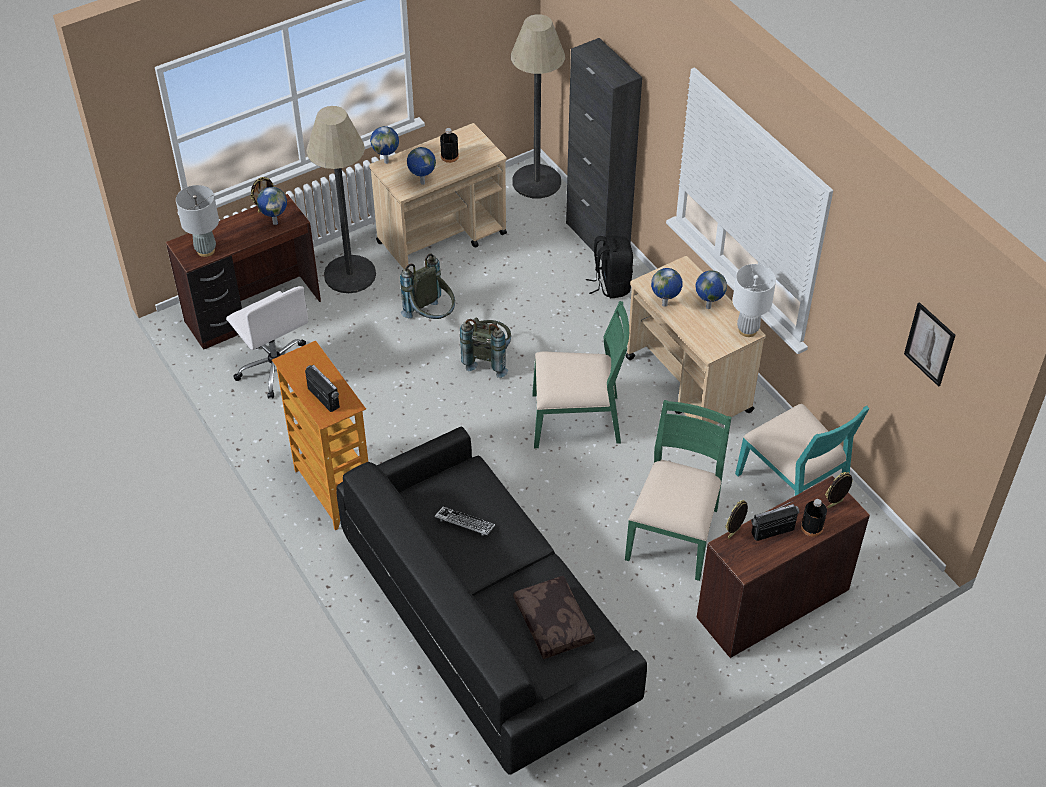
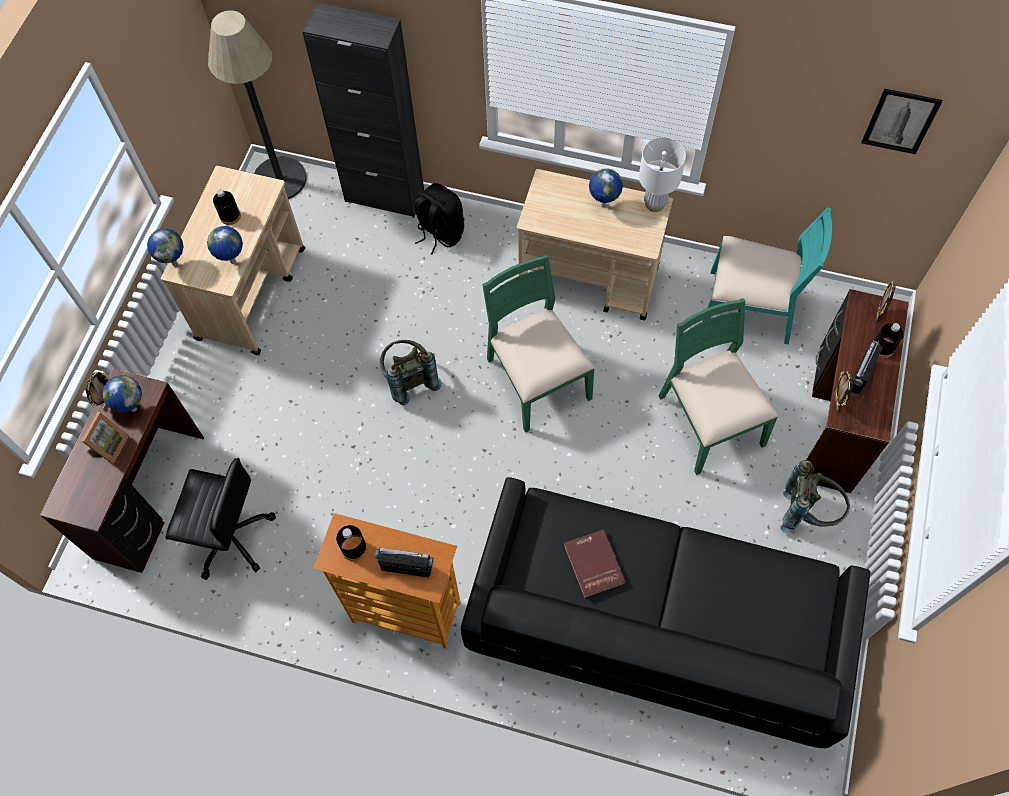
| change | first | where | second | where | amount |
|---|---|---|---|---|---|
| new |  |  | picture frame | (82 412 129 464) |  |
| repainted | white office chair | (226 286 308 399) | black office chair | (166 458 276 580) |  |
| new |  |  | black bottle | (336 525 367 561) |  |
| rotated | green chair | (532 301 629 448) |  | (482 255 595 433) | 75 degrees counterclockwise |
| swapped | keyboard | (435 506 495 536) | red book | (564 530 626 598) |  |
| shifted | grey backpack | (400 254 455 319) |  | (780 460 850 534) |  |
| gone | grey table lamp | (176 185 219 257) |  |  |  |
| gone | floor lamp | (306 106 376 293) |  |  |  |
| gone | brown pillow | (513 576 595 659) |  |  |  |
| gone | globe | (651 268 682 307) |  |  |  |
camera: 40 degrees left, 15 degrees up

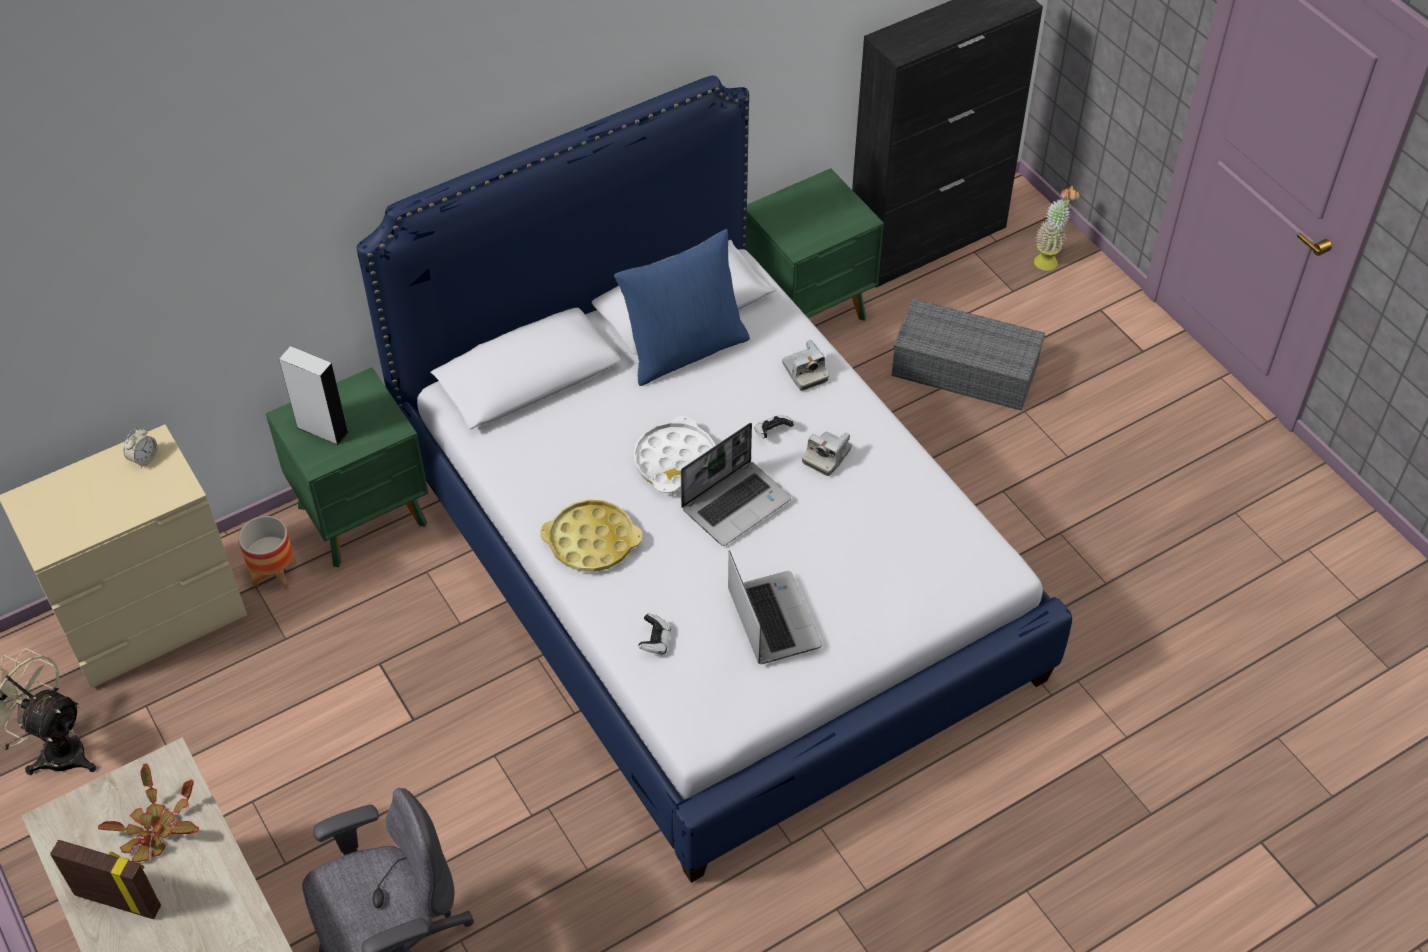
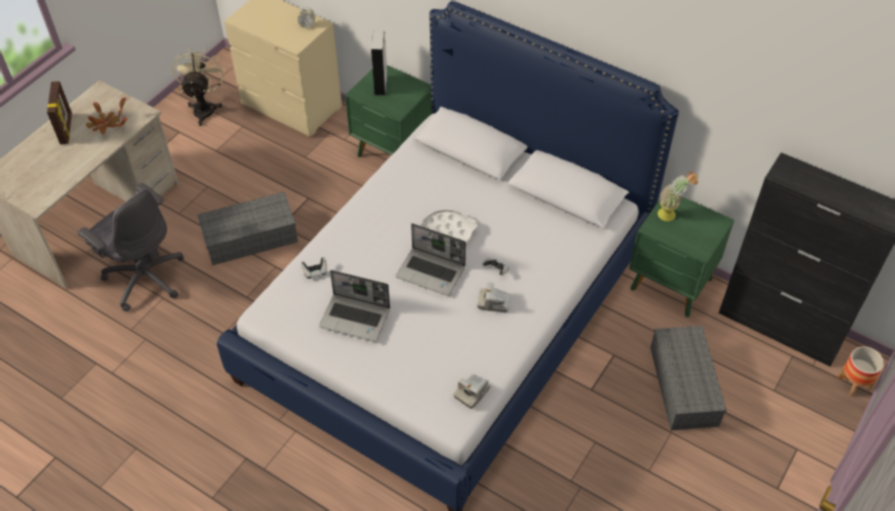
| change | first | where | second | where | amount |
|---|---|---|---|---|---|
| new |  |  | grey storage box | (197 192 298 265) |  |
| rotated | laptop | (728 550 822 664) |  | (319 270 390 342) | 60 degrees clockwise |
| shifted | photo camera | (782 340 829 391) |  | (453 374 490 409) |  |
| shifted | potted plant | (1034 185 1079 271) |  | (658 172 698 221) |  |
| shifted | planter | (238 516 297 590) |  | (838 347 884 396) |  |
| gone | yellow tray | (541 500 642 572) |  |  |  |
| gone | blue pillow | (614 229 750 386) |  |  |  |
camera: 65 degrees right, 0 degrees up

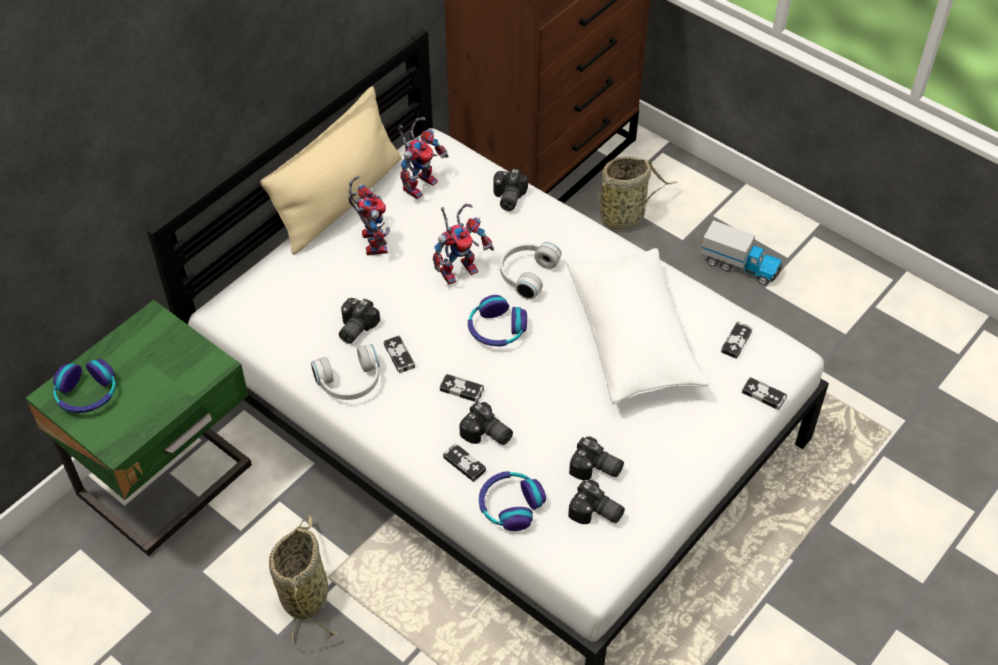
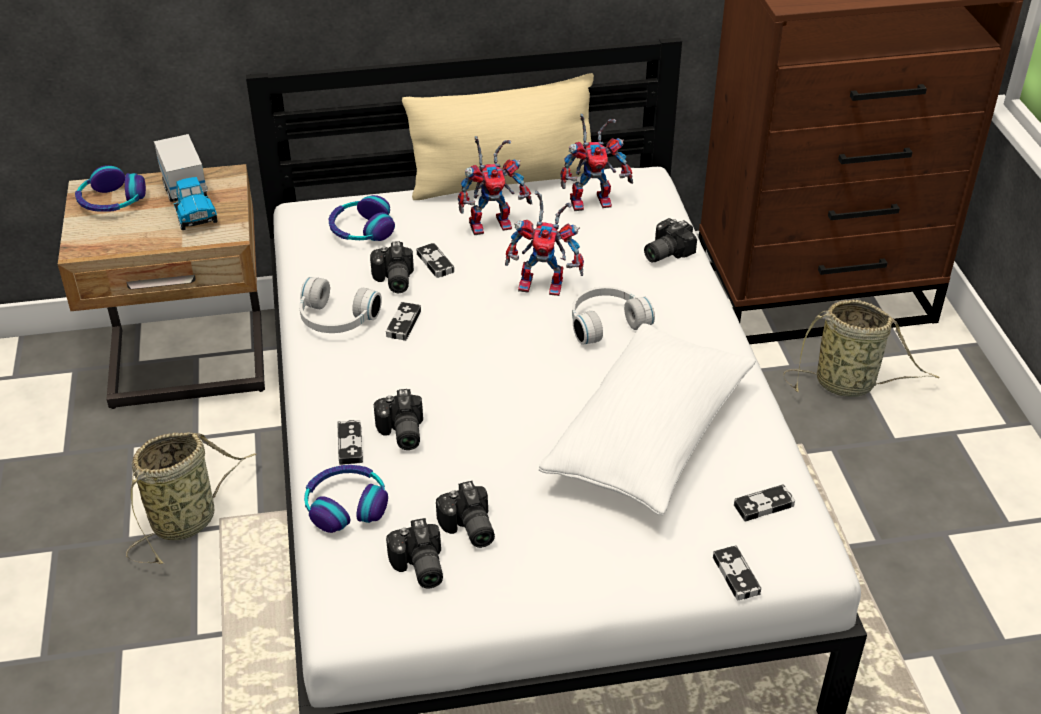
| change | first | where | second | where | amount |
|---|---|---|---|---|---|
| repainted | green nightstand | (26 300 252 556) | beige nightstand | (58 164 265 409) |  |
| shifted | toy truck | (701 220 782 285) |  | (154 134 217 230) |  |
| shifted | headphones | (468 295 527 346) |  | (329 195 395 241) |  |
| rotated | photo camera | (339 298 380 344) |  | (370 241 414 293) | 75 degrees counterclockwise |
| shifted | game controller | (440 374 484 402) |  | (417 243 454 278) |  |
| rotated | toy robot | (348 176 390 256) |  | (458 136 532 235) | 45 degrees clockwise |
camera: 40 degrees right, 10 degrees down

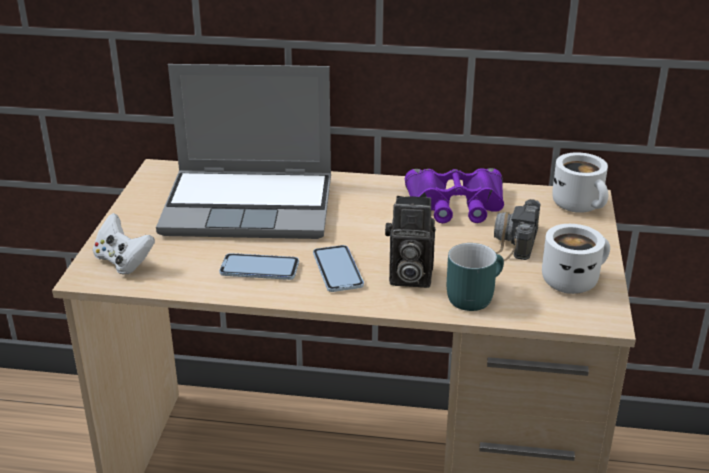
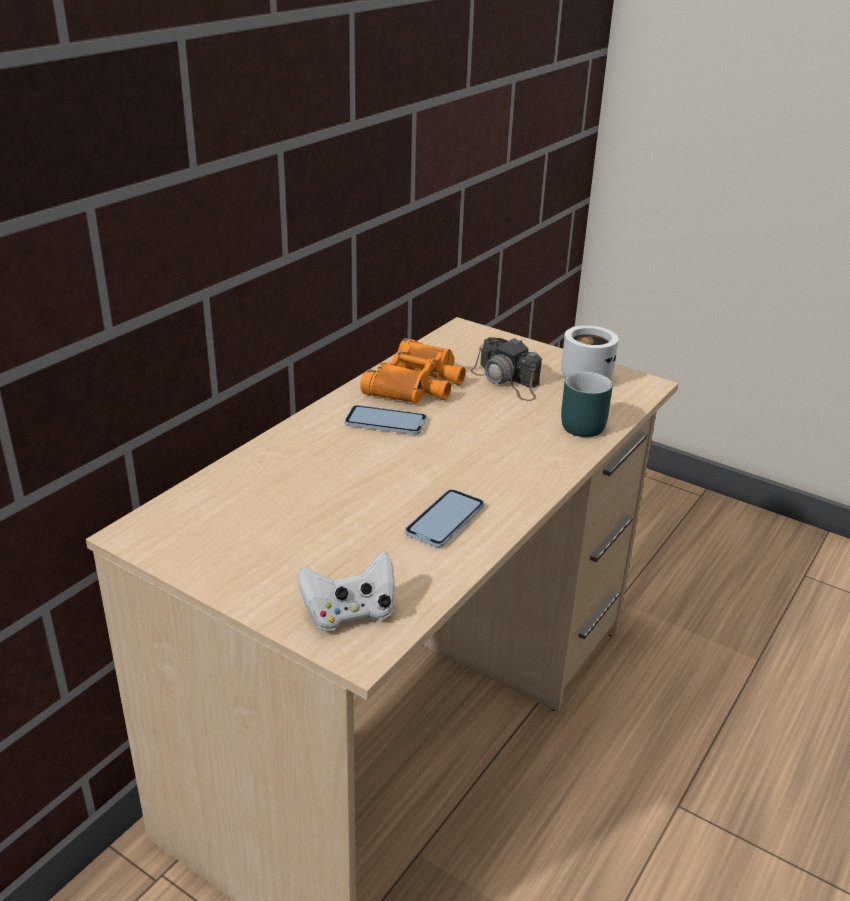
| change | first | where | second | where | amount |
|---|---|---|---|---|---|
| shifted | phone | (313 245 364 292) |  | (345 405 427 435) |  |
| repainted | purple binoculars | (405 168 504 223) | orange binoculars | (360 338 465 404) |  |
| gone | laptop | (156 64 331 239) |  |  |  |
| gone | photo camera | (385 196 436 288) |  |  |  |
| gone | white mug | (552 152 608 213) |  |  |  |
camera: 65 degrees left, 0 degrees up

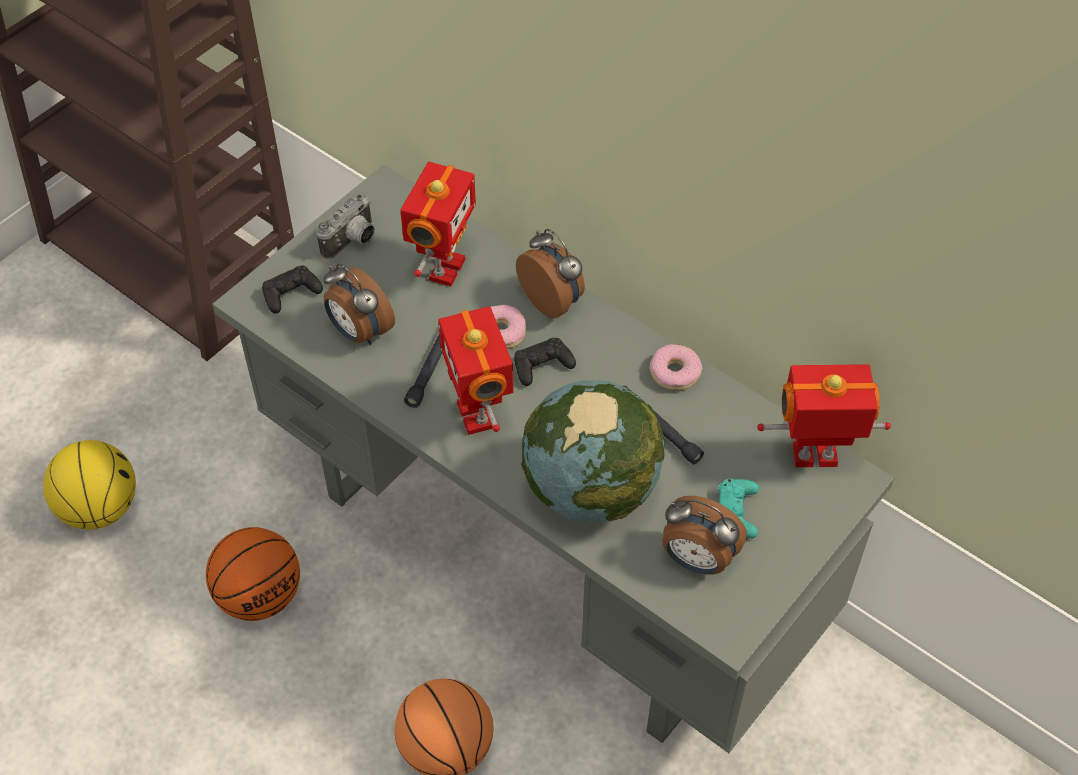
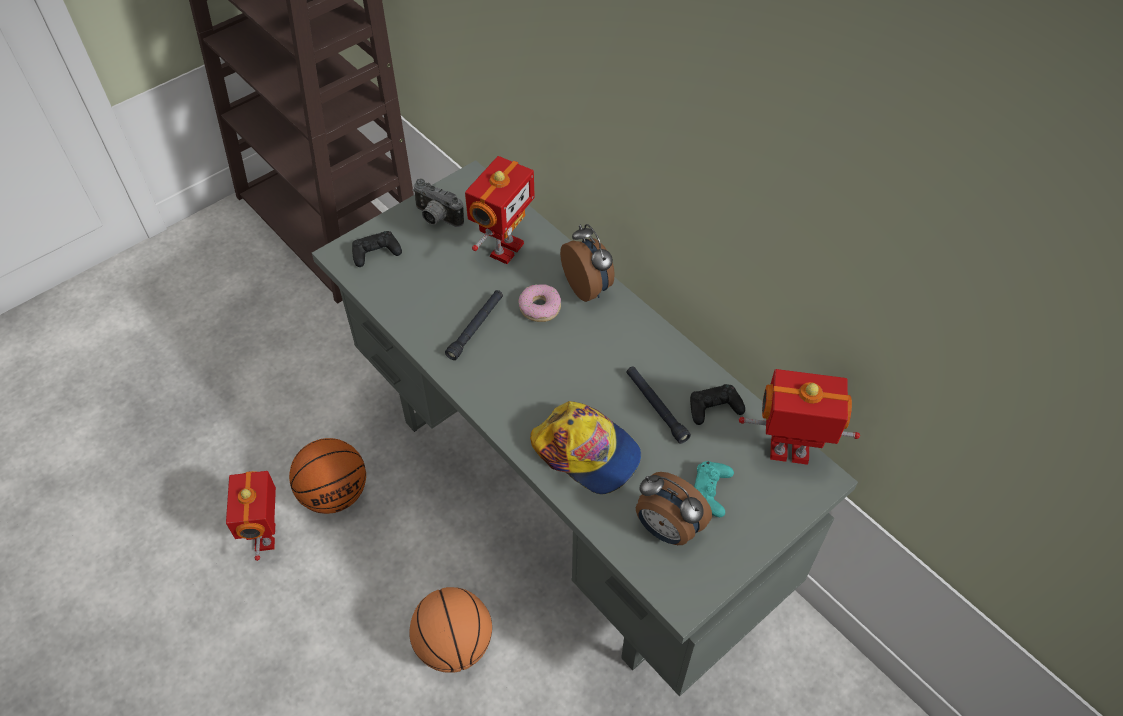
| change | first | where | second | where | amount |
|---|---|---|---|---|---|
| shifted | toy robot | (438 306 513 435) |  | (226 471 276 561) |  |
| rotated | photo camera | (316 194 375 259) |  | (412 178 464 227) | 75 degrees clockwise |
| swapped | globe | (521 381 664 522) | cap | (530 401 641 494) |  |
| shifted | black game controller | (514 338 576 386) |  | (690 384 745 425) |  |
| gone | basketball | (43 440 136 530) |  |  |  |
| gone | alarm clock | (323 264 395 345) |  |  |  |
| gone | donut | (650 344 702 390) |  |  |  |
camera: 10 degrees right, 0 degrees up

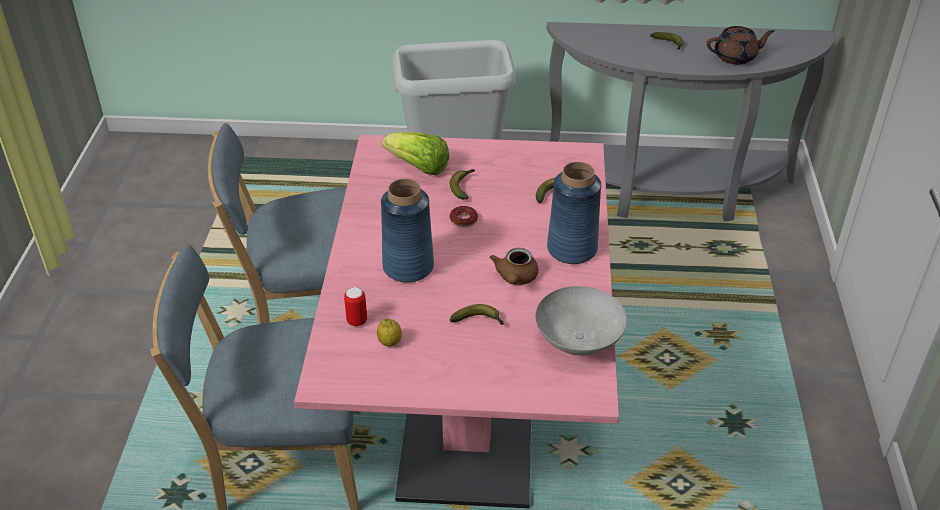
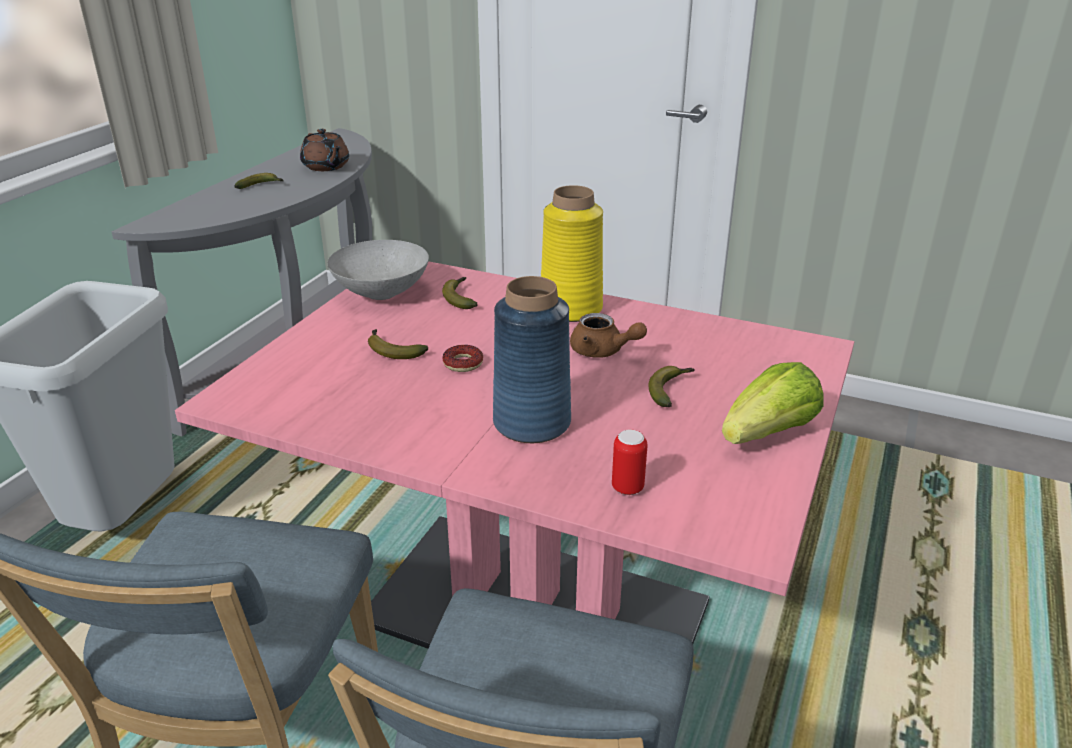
| change | first | where | second | where | amount |
|---|---|---|---|---|---|
| rotated | brown teapot | (707 26 775 65) |  | (300 129 349 171) | 135 degrees clockwise |
| shifted | grey bowl | (536 286 627 356) |  | (327 240 429 300) |  |
| repainted | blue vase | (547 162 601 264) | yellow vase | (541 185 603 322) |  |
| shifted | lettuce | (382 132 449 175) |  | (722 362 824 444) |  |
| gone | lemon | (377 318 402 346) |  |  |  |
camera: 70 degrees left, 10 degrees down

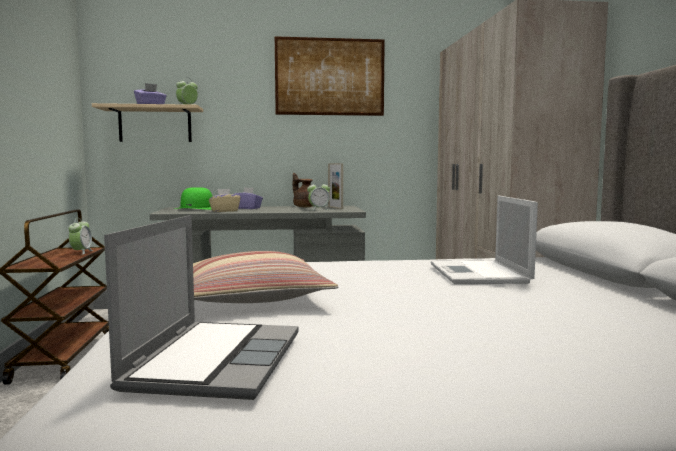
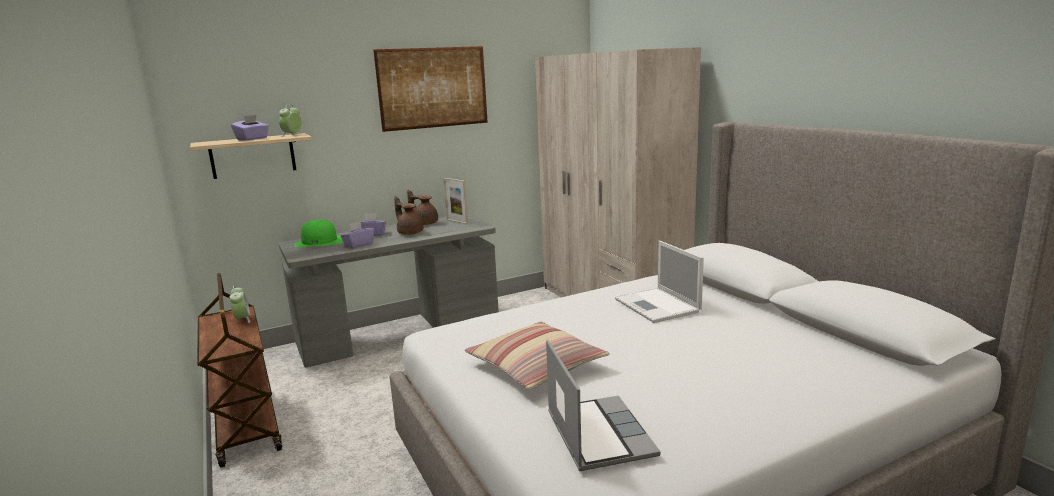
| change | first | where | second | where | amount |
|---|---|---|---|---|---|
| repainted | beige tissue box | (209 189 241 212) | purple tissue box | (341 222 374 248) |  |
| new |  |  | brown teapot | (394 196 423 235) |  |
| gone | alarm clock | (307 181 330 210) |  |  |  |
camera: 20 degrees left, 10 degrees up

